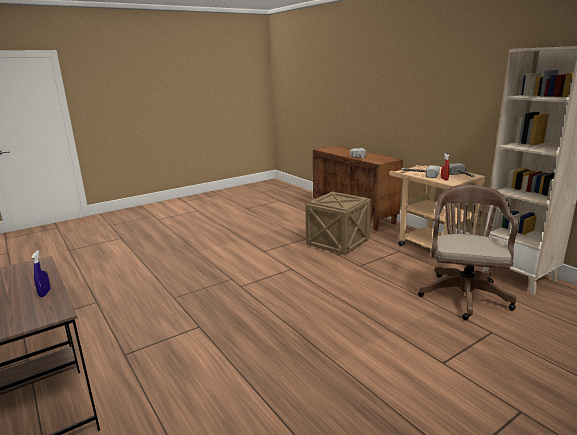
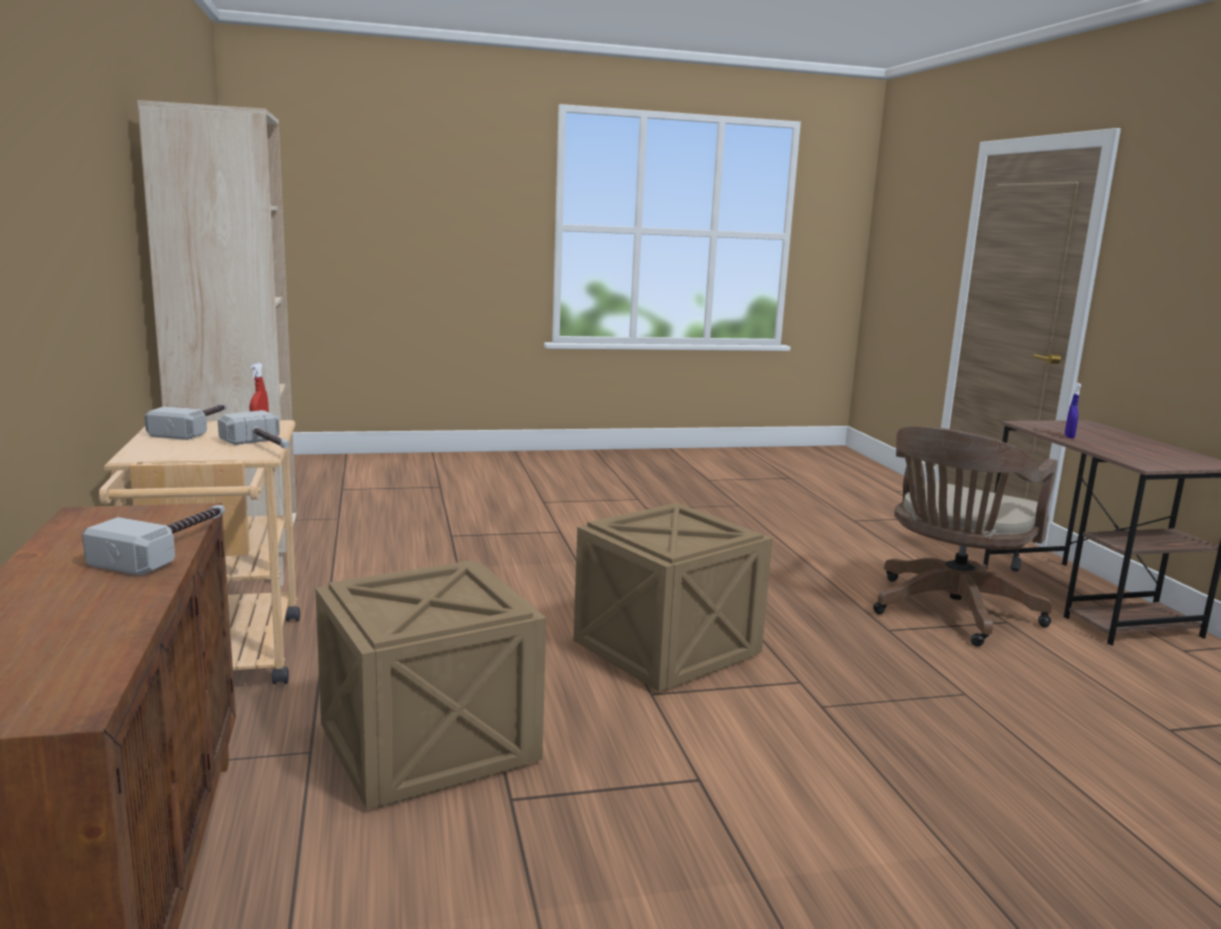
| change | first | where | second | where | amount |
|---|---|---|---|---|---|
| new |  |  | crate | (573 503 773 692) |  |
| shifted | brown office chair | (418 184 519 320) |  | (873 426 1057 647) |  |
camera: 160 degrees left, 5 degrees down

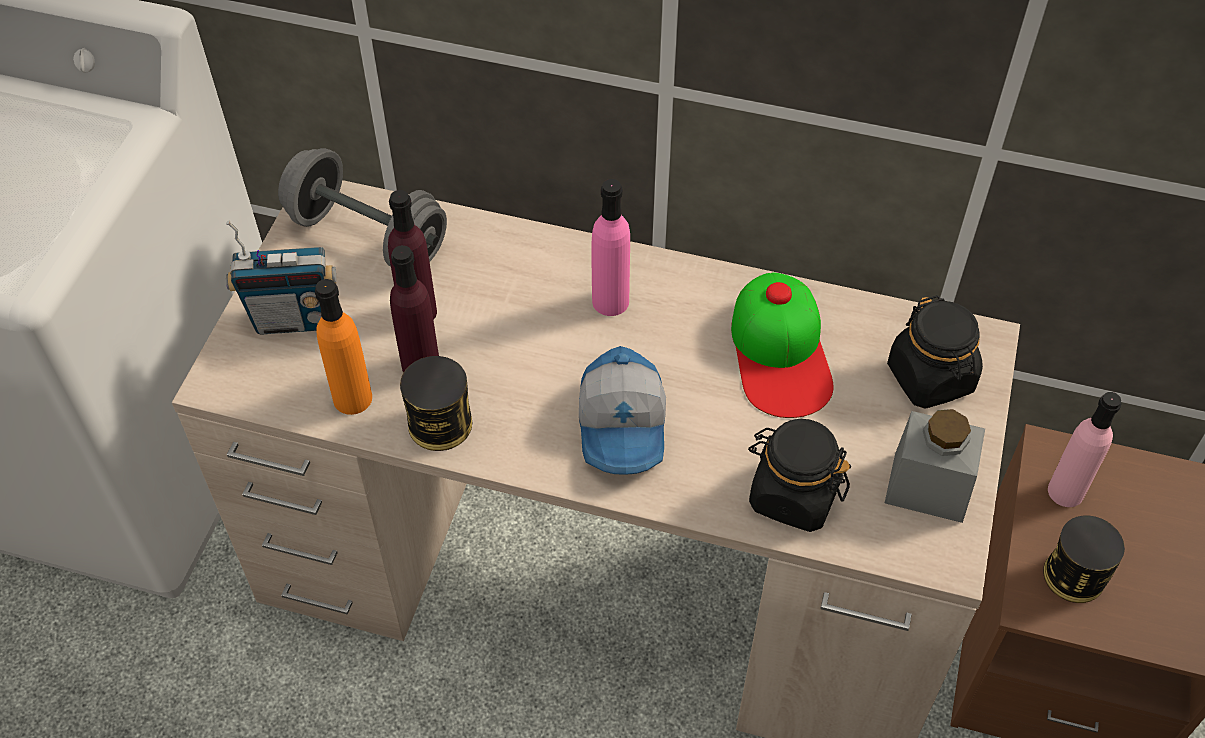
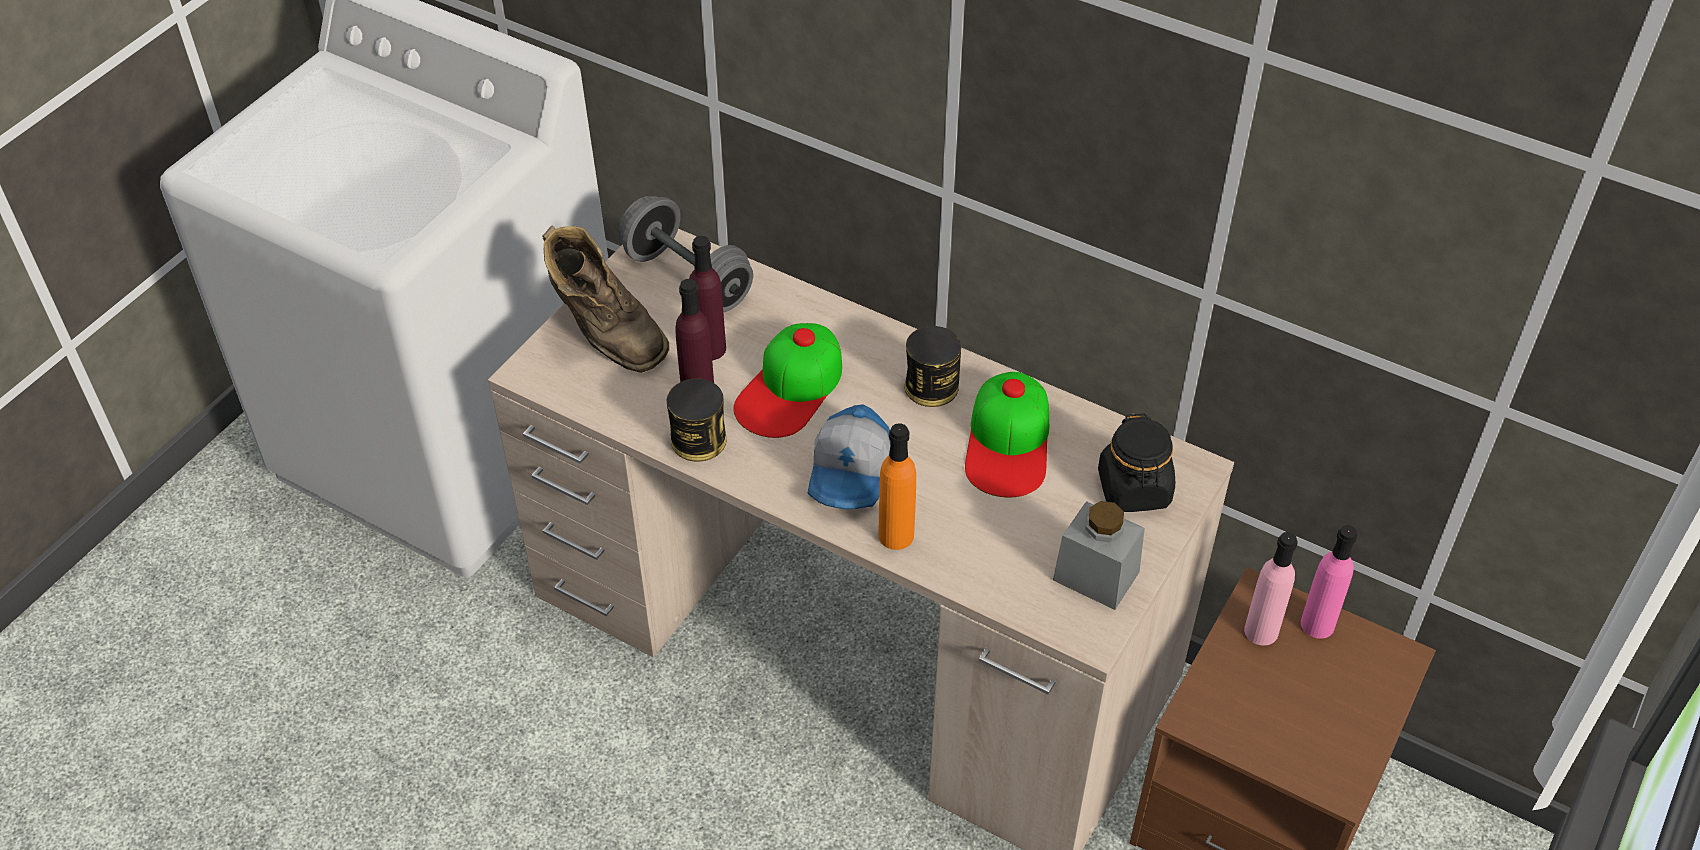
| change | first | where | second | where | amount |
|---|---|---|---|---|---|
| swapped | radio | (226 220 336 334) | brown boot | (542 225 669 373) |  |
| new |  |  | cap | (733 323 842 438) |  |
| shifted | orange bottle | (315 279 372 415) |  | (878 423 916 550) |  |
| shifted | can | (1043 516 1125 603) |  | (905 326 961 407) |  |
| shifted | pink bottle | (592 179 630 316) |  | (1301 525 1357 639) |  |
| gone | black jar | (748 419 851 532) |  |  |  |
camera: 15 degrees right, 5 degrees down

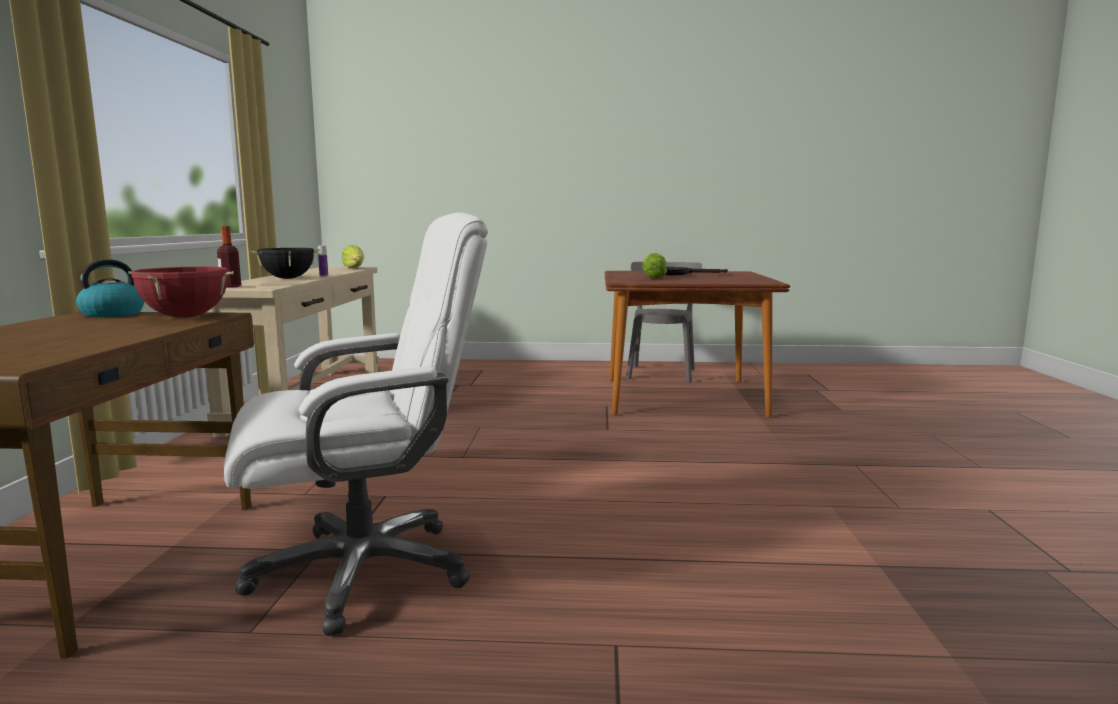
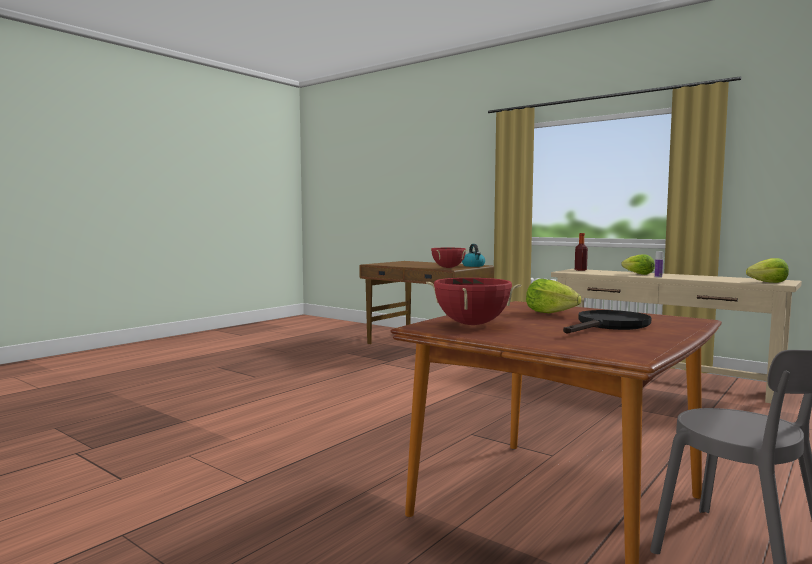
| change | first | where | second | where | amount |
|---|---|---|---|---|---|
| new |  |  | red cooking pot | (426 278 521 325) |  |
| swapped | black cooking pot | (250 248 320 279) | lettuce | (621 255 655 275) |  |
| gone | white office chair | (224 212 488 635) |  |  |  |
camera: 125 degrees right, 5 degrees down

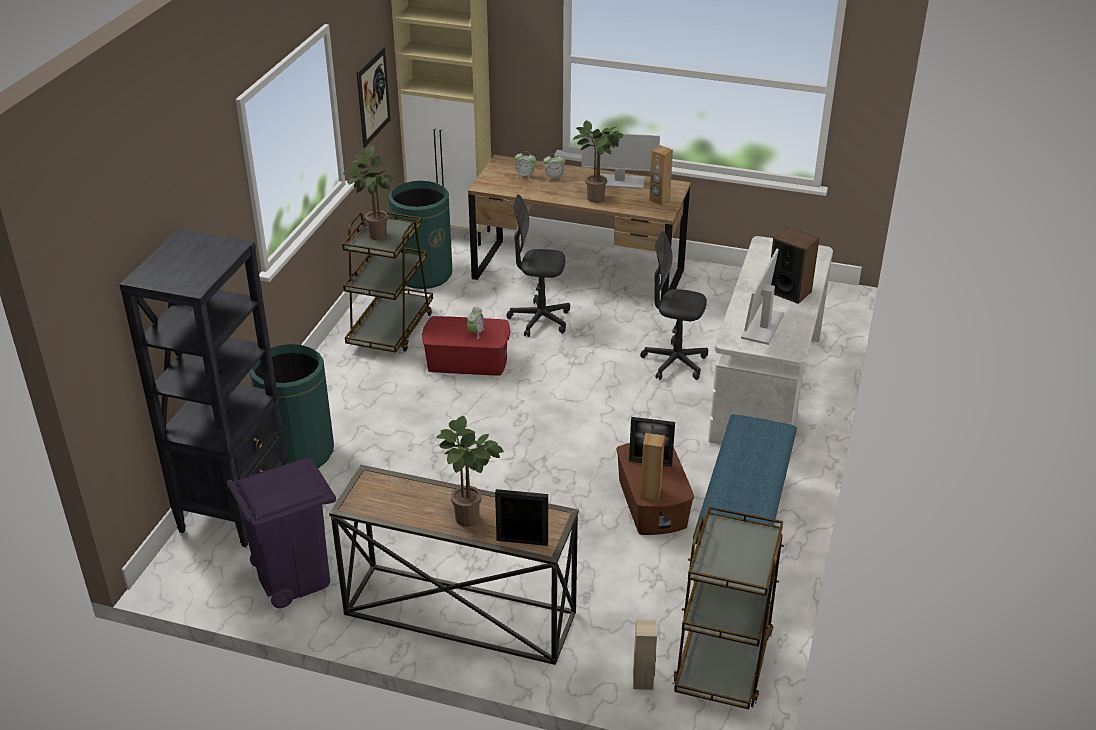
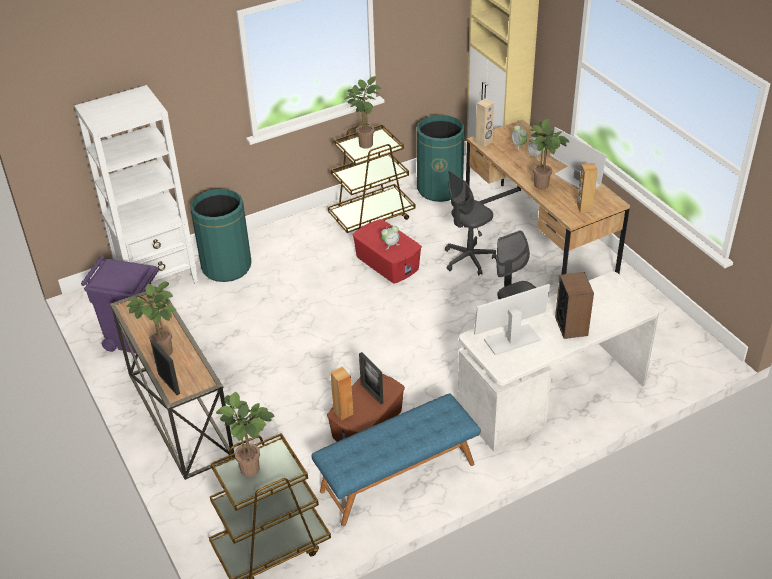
| change | first | where | second | where | amount |
|---|---|---|---|---|---|
| repainted | black bookcase | (119 229 289 547) | white bookcase | (74 85 198 285) |  |
| new |  |  | potted plant | (216 392 275 477) |  |
| rotated | grey office chair | (506 194 570 337) |  | (445 171 496 275) | 90 degrees counterclockwise |
| shifted | beige speaker | (633 620 657 690) |  | (475 99 494 147) |  |
| gone | picture | (357 47 391 148) |  |  |  |
camera: 45 degrees right, 5 degrees up

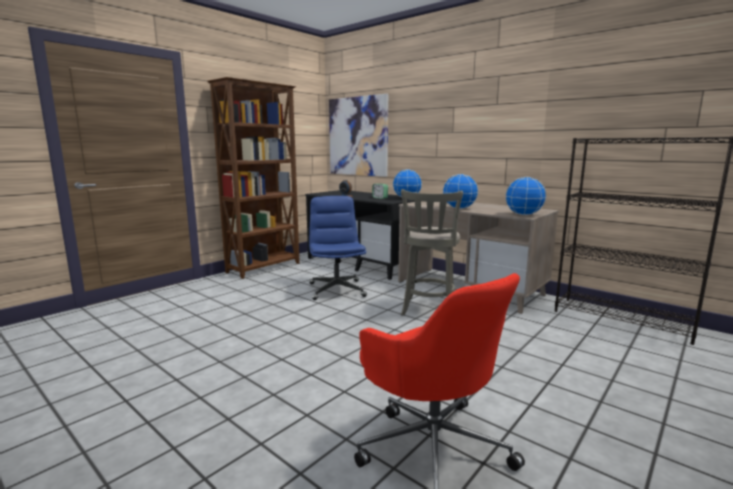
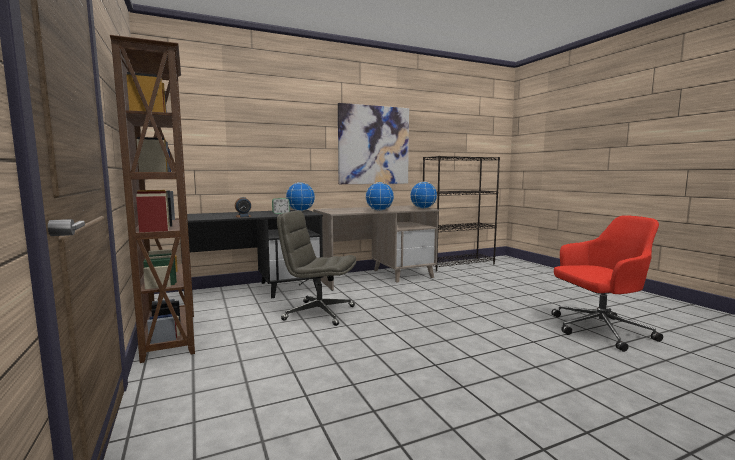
| change | first | where | second | where | amount |
|---|---|---|---|---|---|
| repainted | blue office chair | (309 196 367 300) | grey office chair | (277 211 356 326) |  |
| shifted | picture | (329 94 388 177) |  | (338 103 409 184) |  |
| gone | grey stool | (401 189 463 316) |  |  |  |
camera: 65 degrees left, 5 degrees down

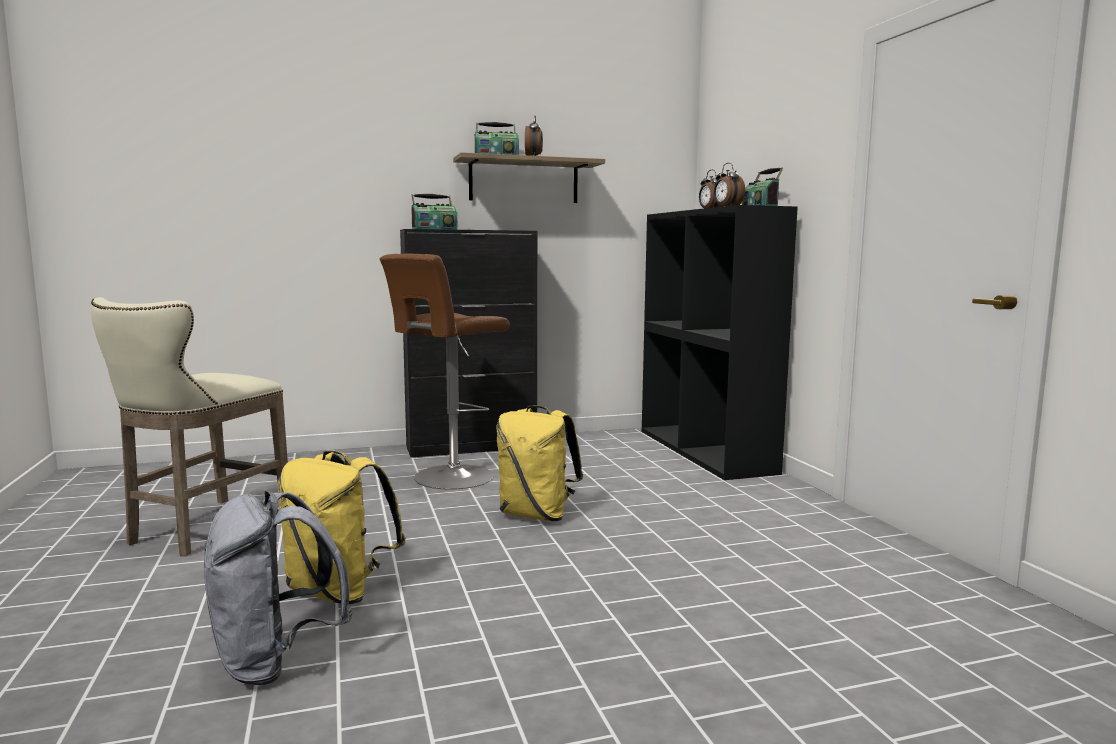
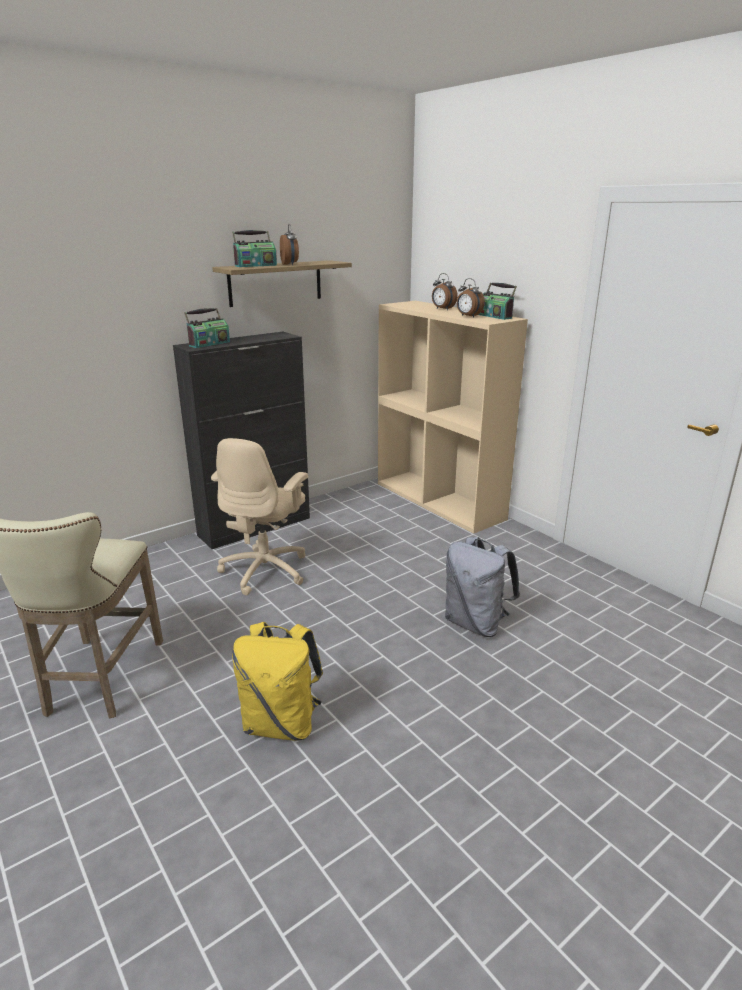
| change | first | where | second | where | amount |
|---|---|---|---|---|---|
| swapped | brown stool | (380 254 510 489) | beige office chair | (211 438 308 595) |  |
| repainted | black bookcase | (642 205 798 480) | beige bookcase | (378 301 528 534) |  |
| shifted | grey backpack | (204 491 353 685) |  | (445 537 520 637) |  |
| gone | yellow backpack | (497 405 583 521) |  |  |  |
camera: 20 degrees left, 15 degrees up

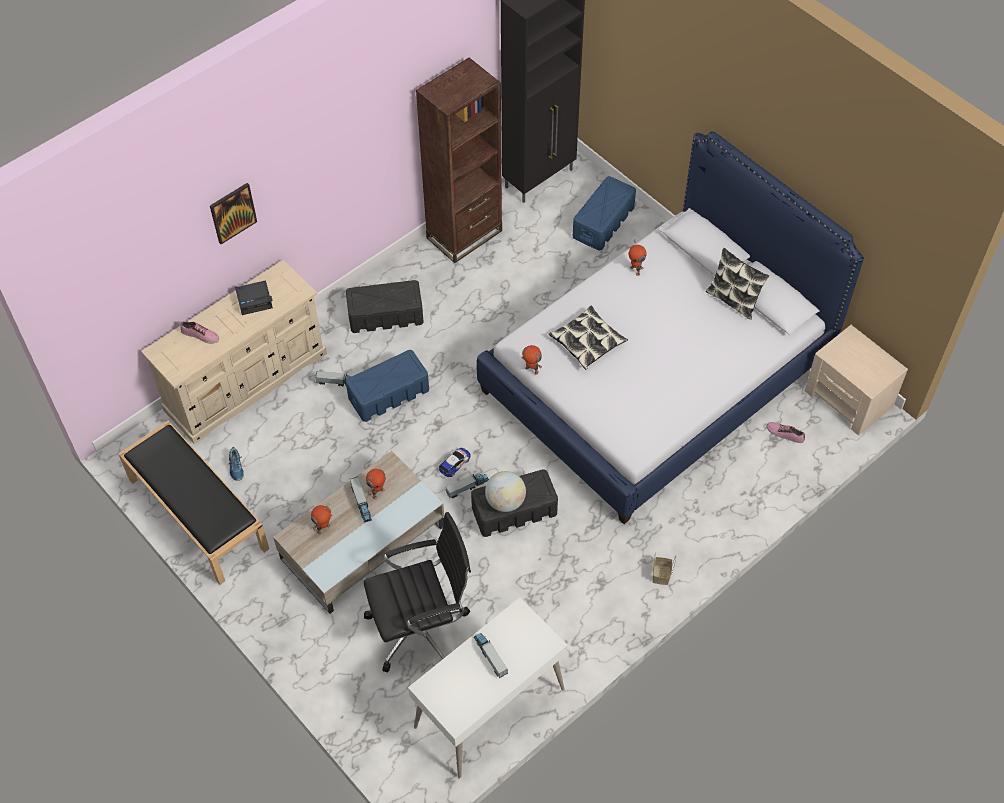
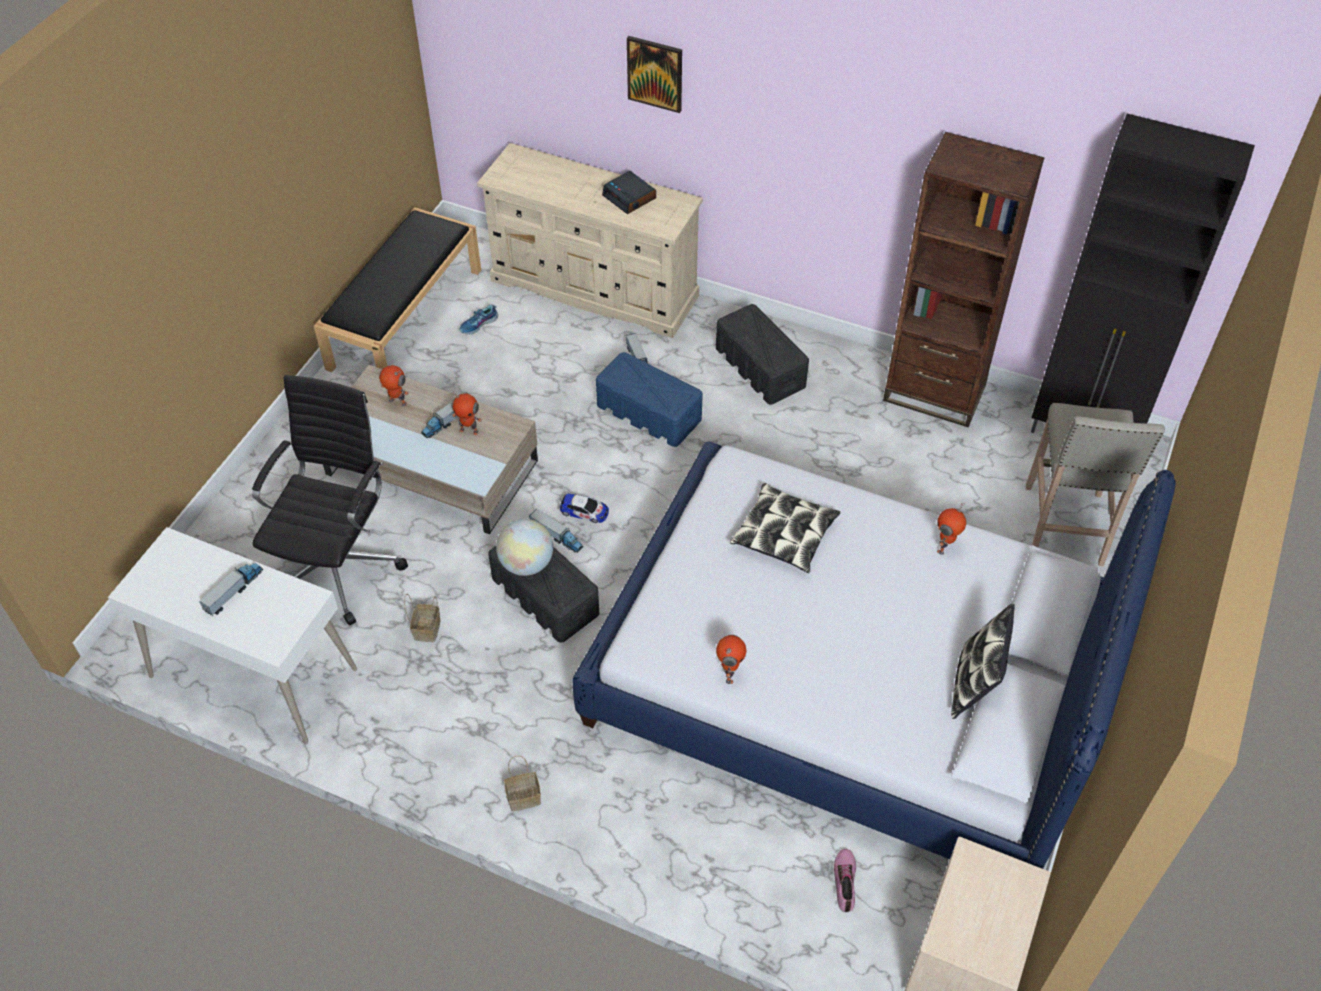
| change | first | where | second | where | amount |
|---|---|---|---|---|---|
| rotated | black office chair | (364 512 471 672) |  | (252 375 408 625) | 120 degrees counterclockwise |
| new |  |  | basket | (404 594 440 642) |  |
| shifted | toy robot | (522 345 542 375) |  | (716 635 746 684) |  |
| swapped | blue storage box | (573 176 636 251) | beige stool | (1026 403 1165 566) |  |
| gone | shoe | (180 321 220 344) |  |  |  |
camera: 65 degrees right, 5 degrees down

